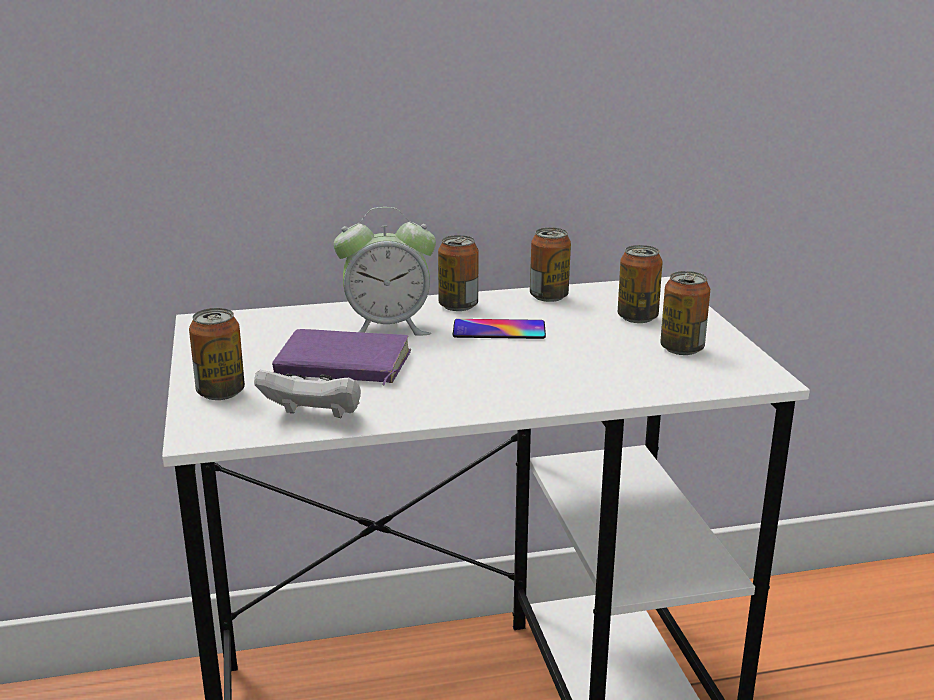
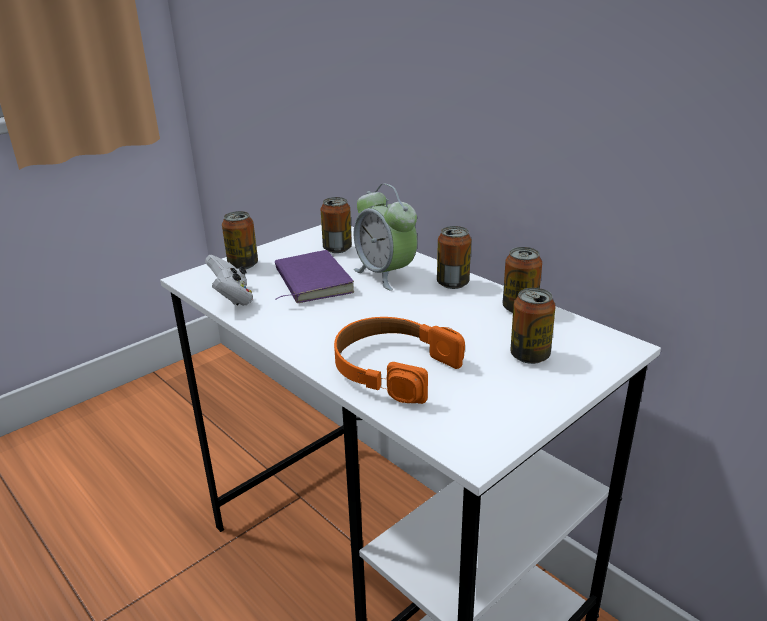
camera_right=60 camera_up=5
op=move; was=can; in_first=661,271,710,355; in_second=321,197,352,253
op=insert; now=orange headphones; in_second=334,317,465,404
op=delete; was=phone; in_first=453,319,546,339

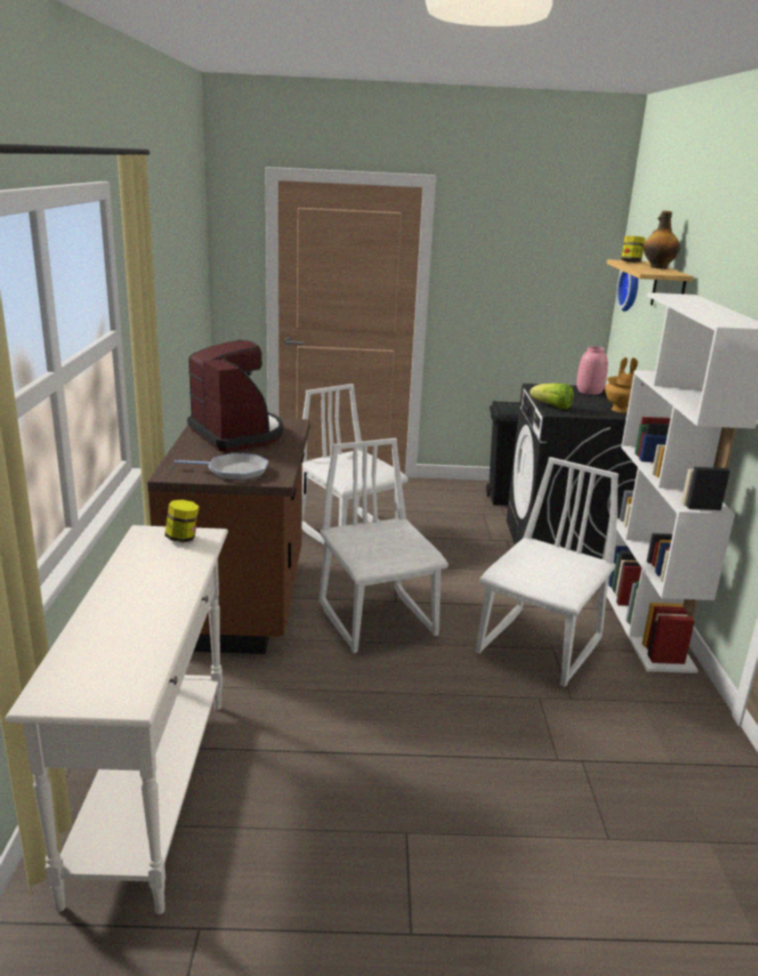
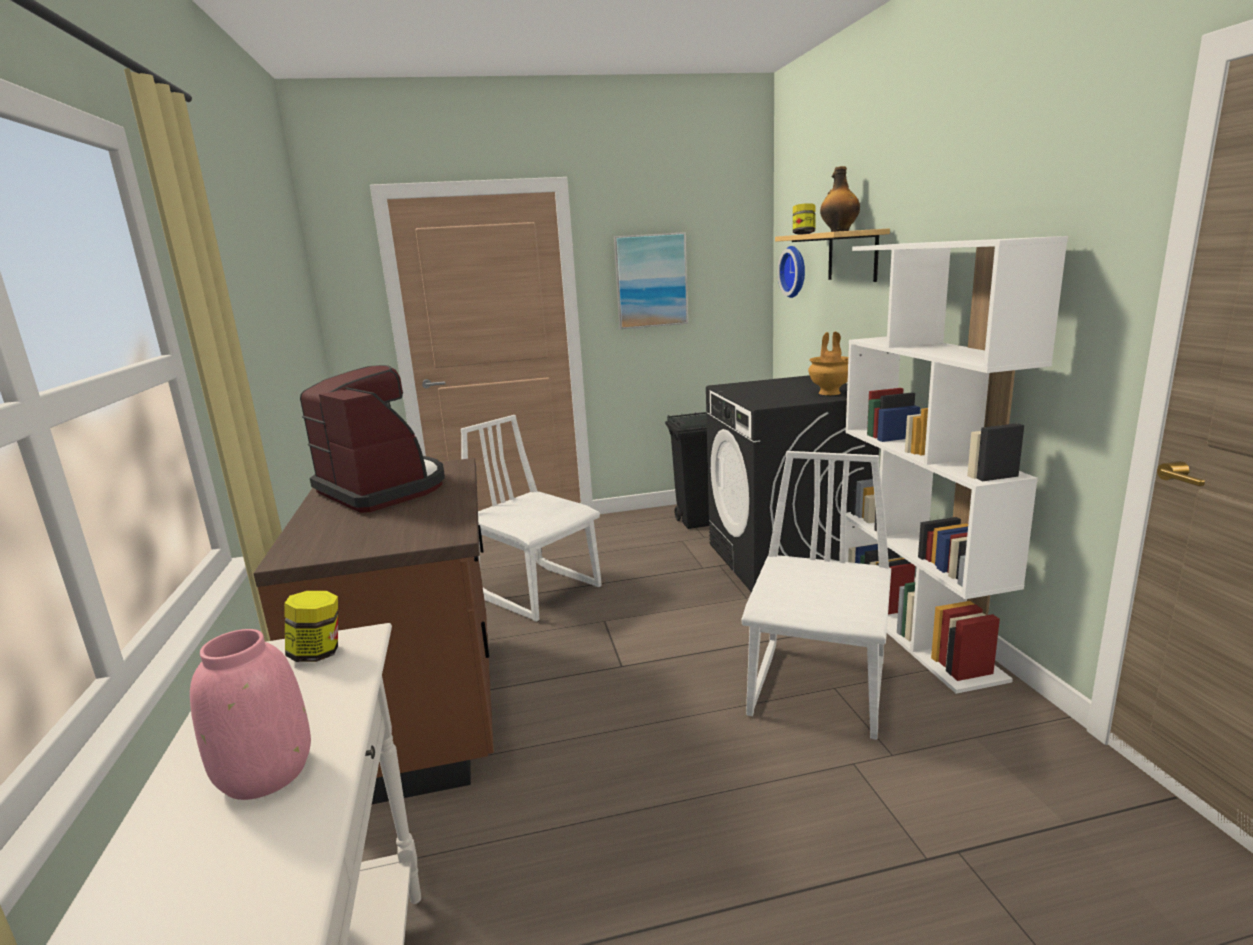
camera_right=-10 camera_up=-5
op=move; was=pink vase; in_first=577,346,608,395; in_second=190,629,311,800
op=insert; now=picture; in_second=614,232,688,329
op=delete; was=frying pan; in_first=174,453,268,481
op=delete; was=white chair; in_first=319,438,448,653
op=delete; was=lettuce; in_first=530,383,574,410

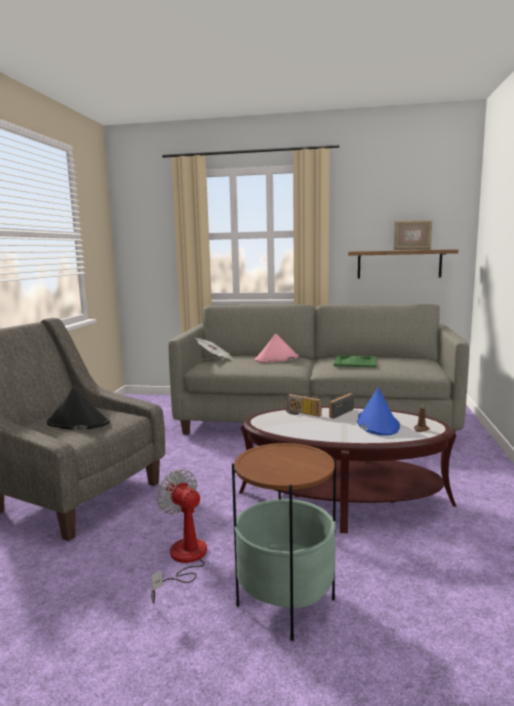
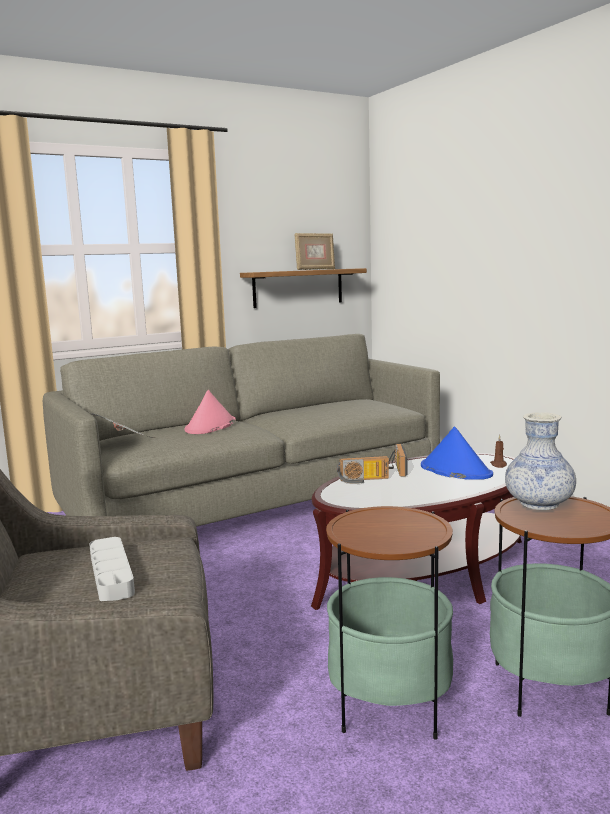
camera_right=-40 camera_up=0
op=replace; was=black hat; now=grey tray; in_first=47,387,110,430; in_second=89,537,135,601
op=replace; was=fan; now=side table; in_first=151,469,207,603; in_second=326,506,453,740
op=insert; now=vase; in_second=505,412,576,510
op=delete; was=green tray; in_first=334,355,376,367

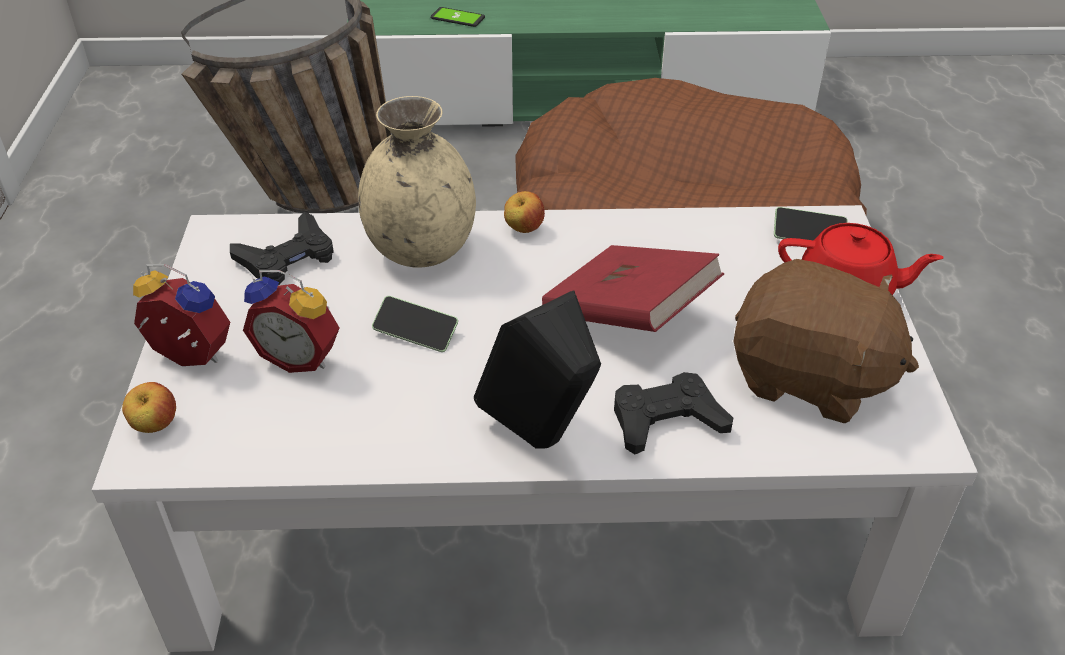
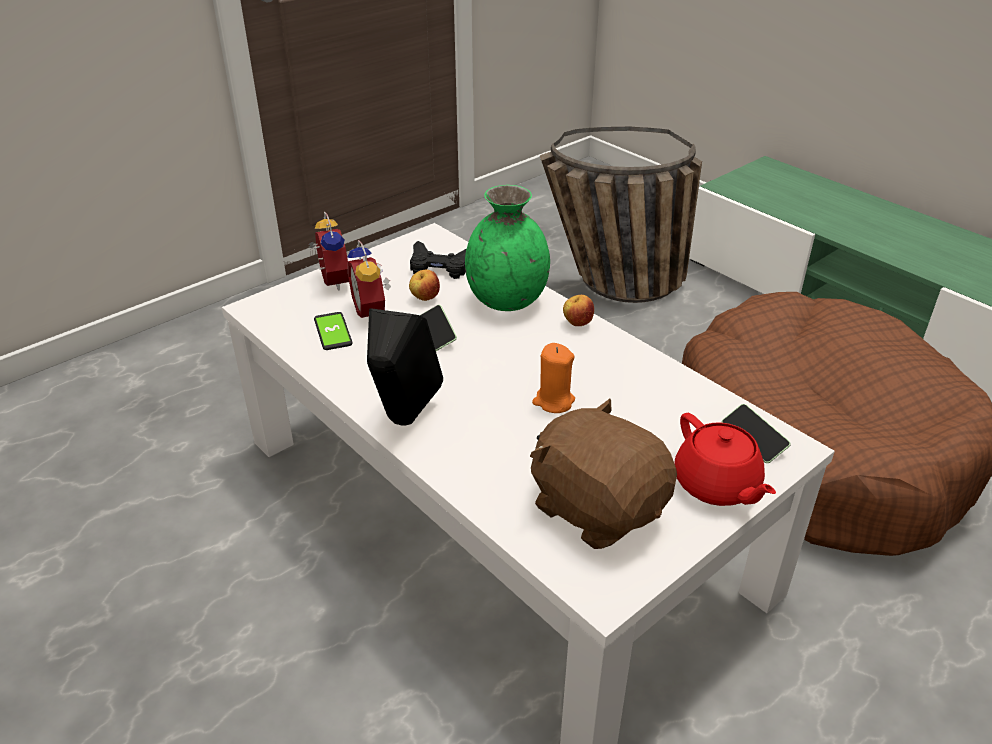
camera_right=50 camera_up=-5
op=move; was=phone; in_first=430,7,485,27; in_second=314,312,353,350
op=move; was=apple; in_first=122,382,176,433; in_second=409,270,440,301
op=recolor; was=beige vase; now=green vase; in_first=358,96,476,268; in_second=465,185,550,311
op=rotate; was=brown plush toy; in_first=733,259,919,423; in_second=530,399,677,549; clockwise=150
op=replace; was=red book; now=orange candle; in_first=542,245,724,332; in_second=532,343,575,413
op=delete; was=black game controller; in_first=614,372,733,454

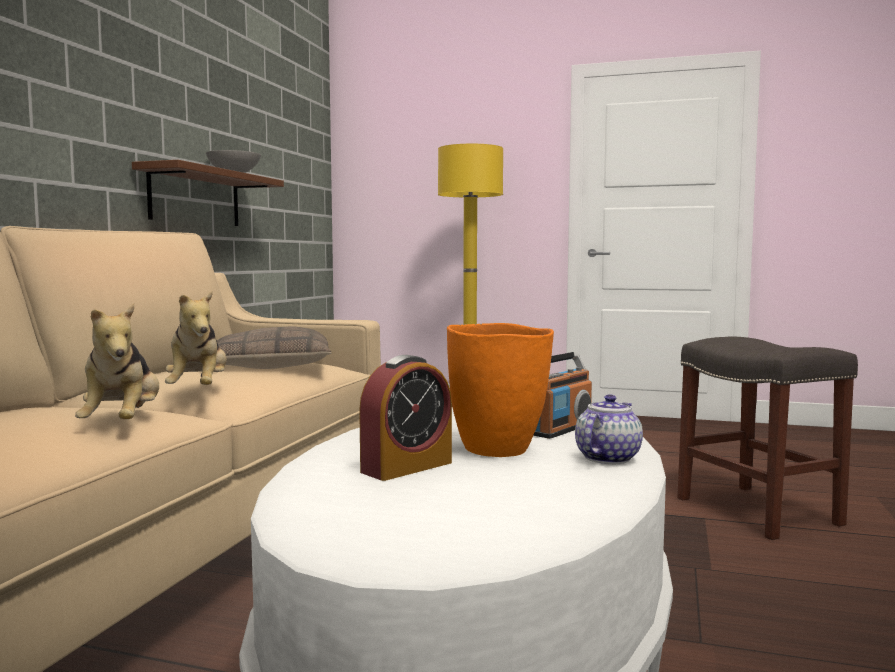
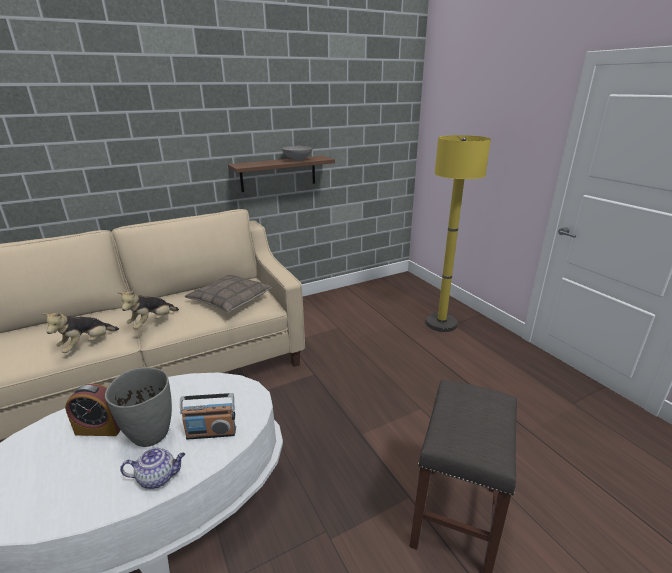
camera_right=45 camera_up=20
op=recolor; was=orange vase; now=grey vase; in_first=447,323,554,457; in_second=105,367,172,447

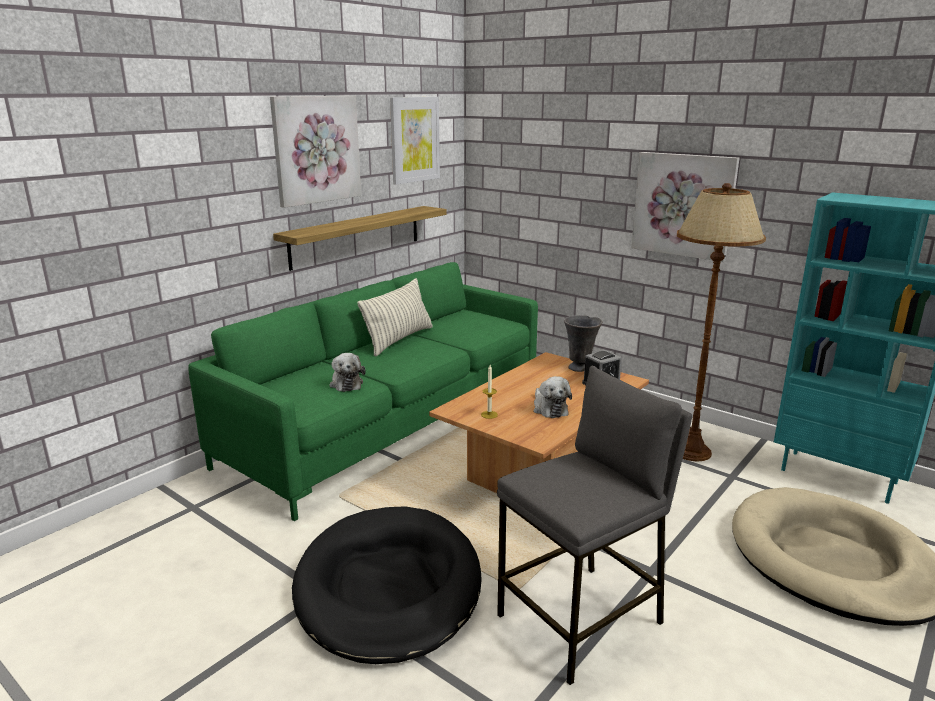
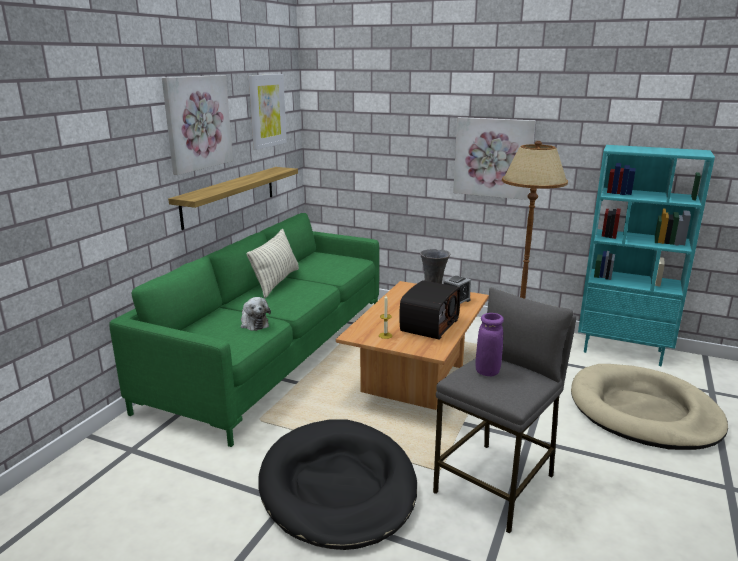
camera_right=-15 camera_up=0
op=replace; was=plush toy; now=radio; in_first=534,376,572,418; in_second=399,280,460,340
op=insert; now=purple vase; in_second=476,313,504,376

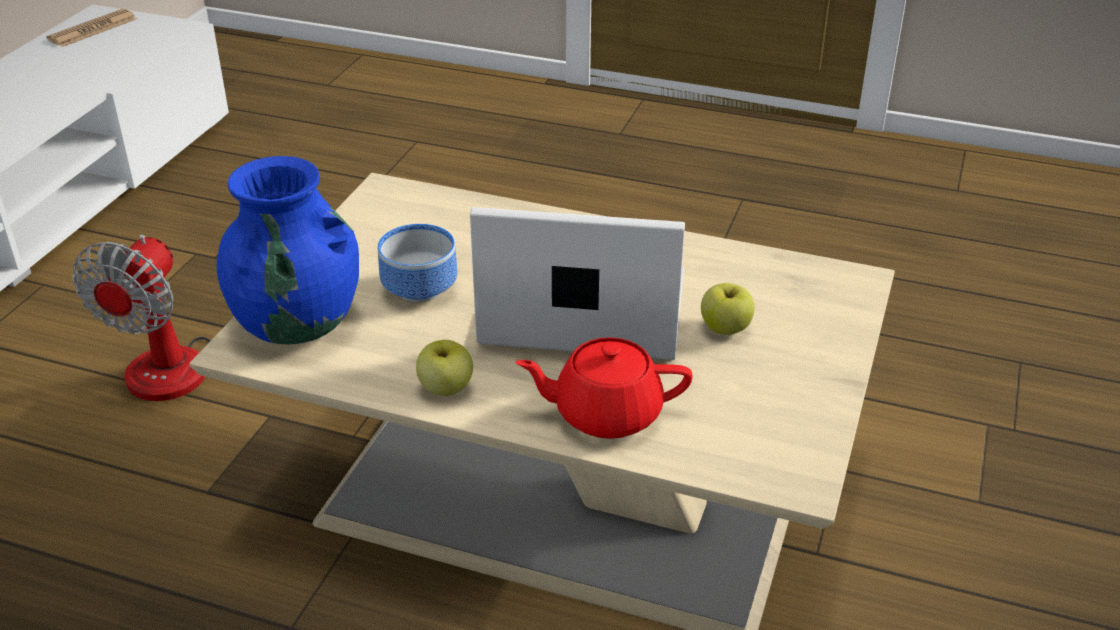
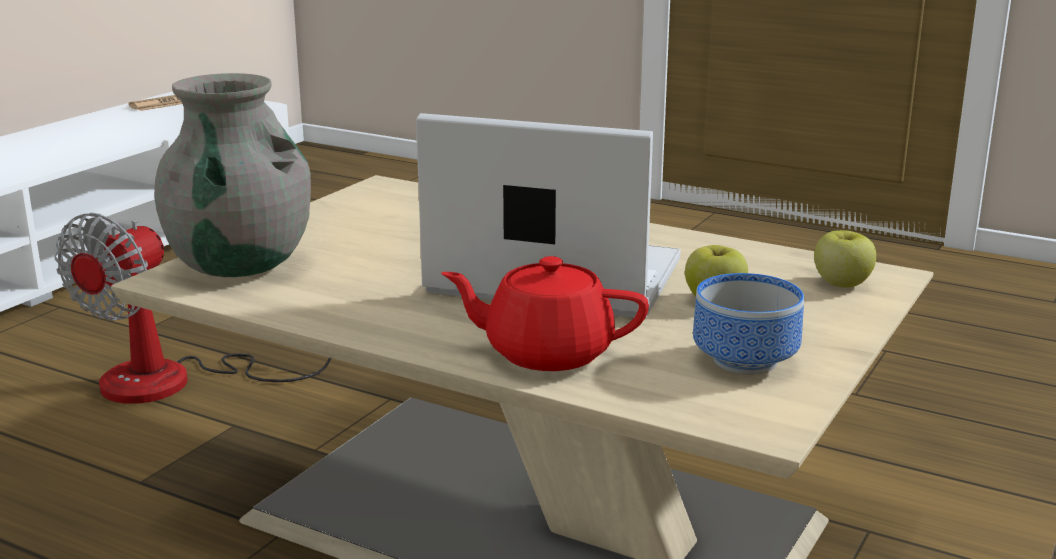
camera_right=10 camera_up=-15
op=recolor; was=blue vase; now=grey vase; in_first=217,156,359,344; in_second=154,73,311,277
op=move; was=bowl; in_first=378,224,458,302; in_second=693,273,804,375
op=move; was=apple; in_first=416,340,473,396; in_second=814,230,876,288

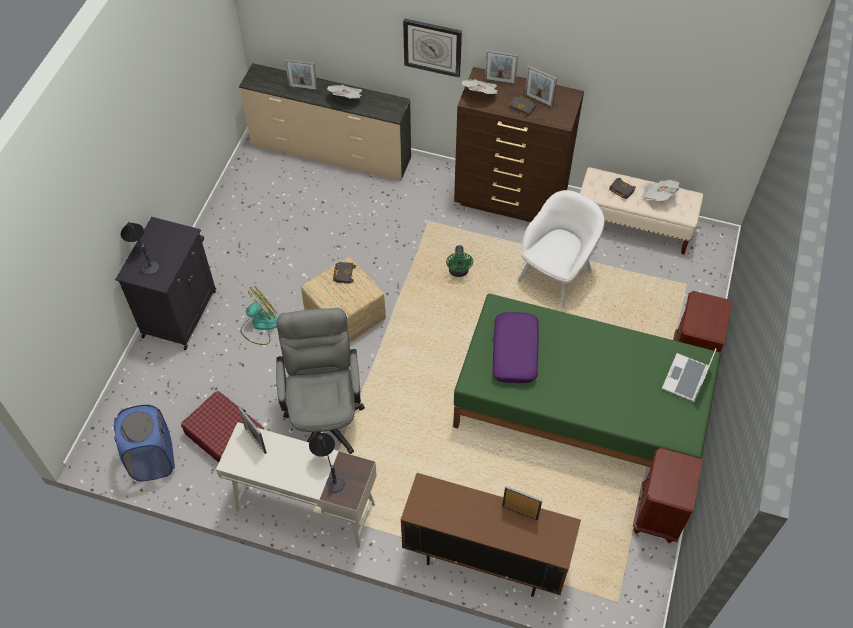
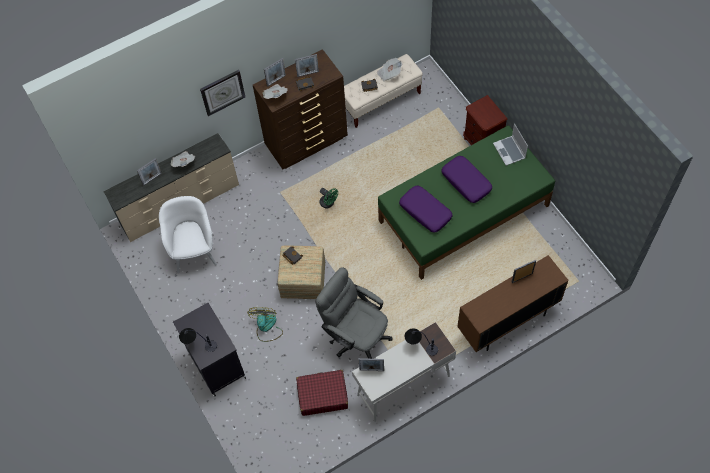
camera_right=-45 camera_up=5
op=move; was=white armchair; in_first=518,190,605,307; in_second=159,196,217,274
op=insert; now=purple pillow; in_second=441,156,492,203
op=delete; was=blue laundry basket; in_first=114,405,175,482
op=delete; was=brown nightstand; in_first=633,448,703,543

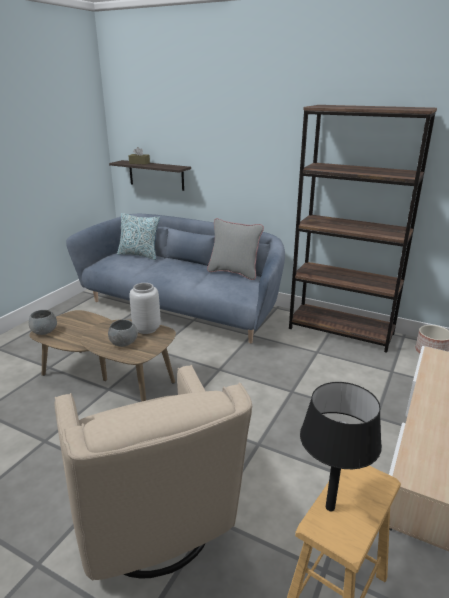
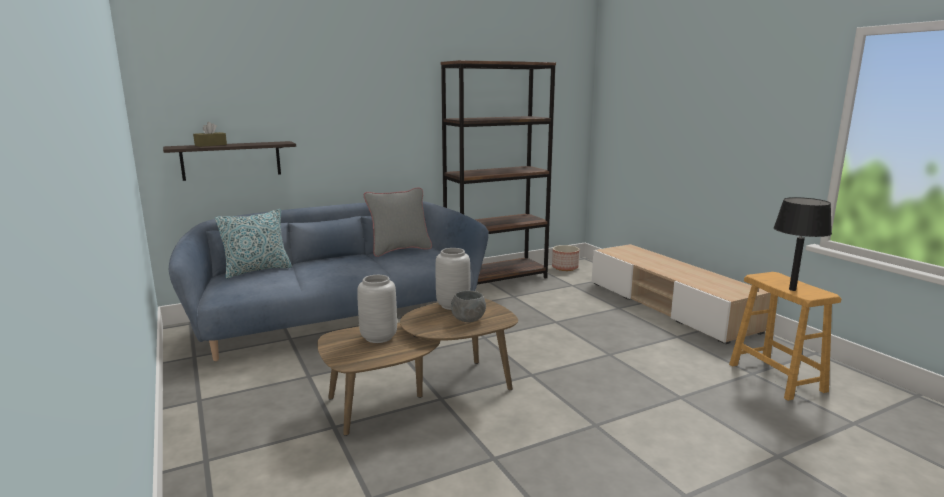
camera_right=-55 camera_up=-10
op=insert; now=grey vase; in_second=357,275,397,343
op=delete; was=grey bowl; in_first=29,310,57,335
op=delete; was=beige armchair; in_first=54,365,252,581

